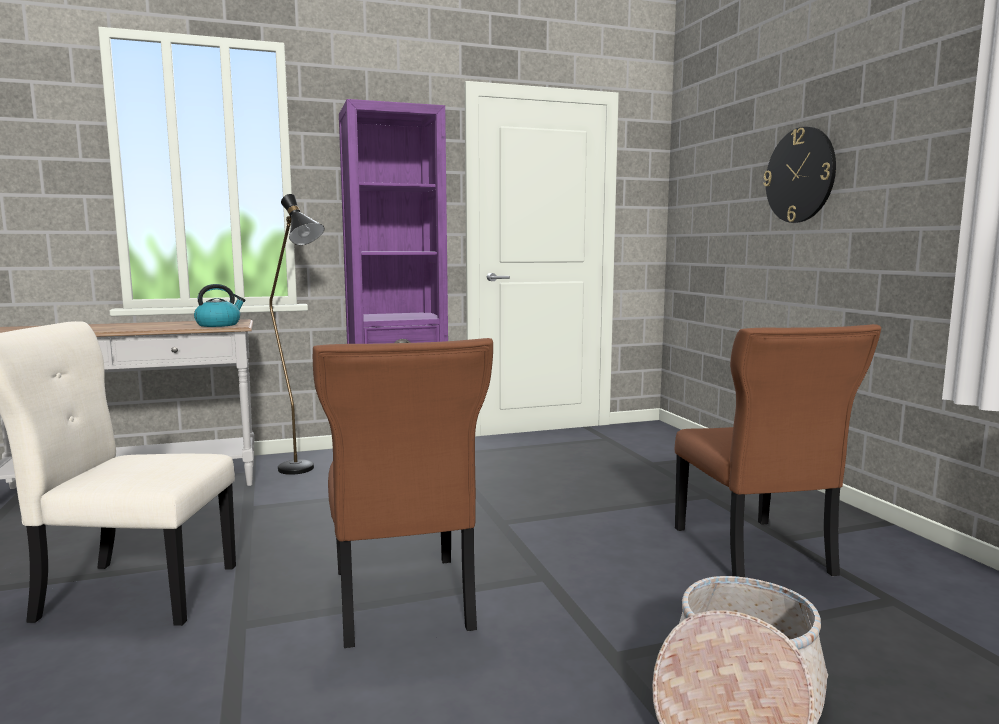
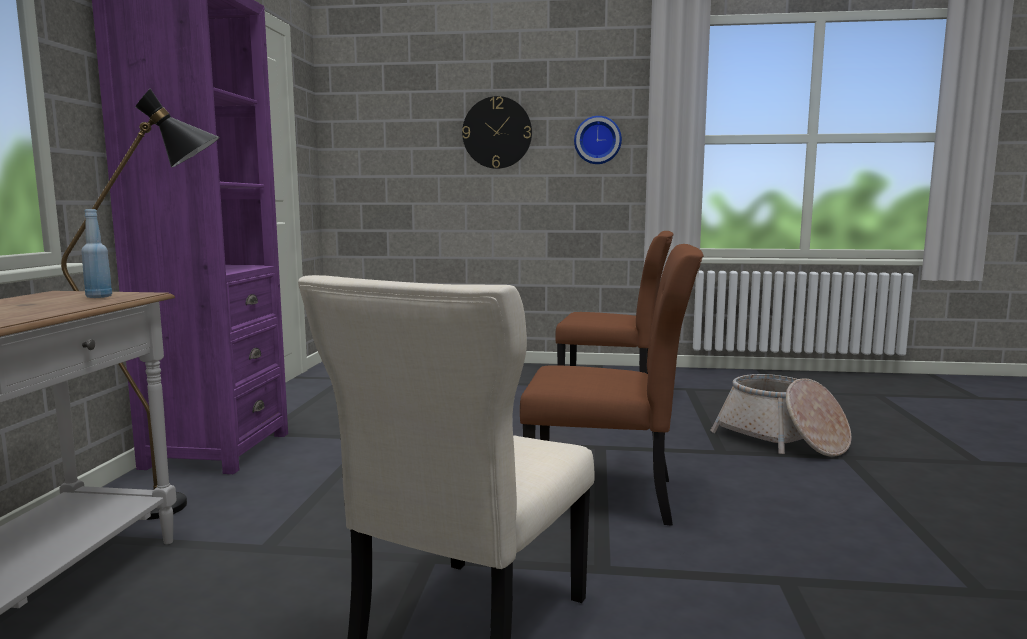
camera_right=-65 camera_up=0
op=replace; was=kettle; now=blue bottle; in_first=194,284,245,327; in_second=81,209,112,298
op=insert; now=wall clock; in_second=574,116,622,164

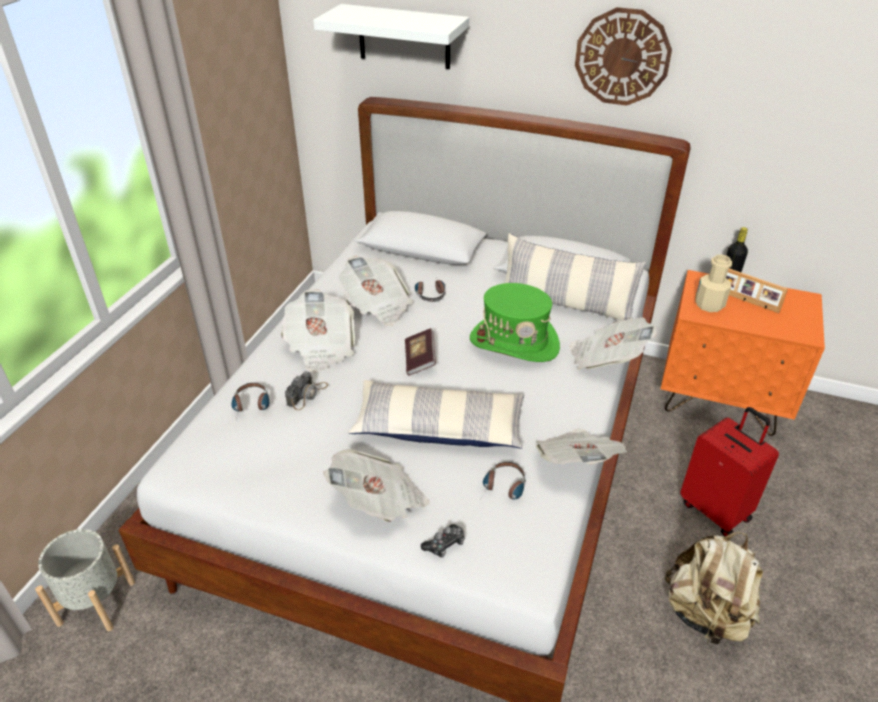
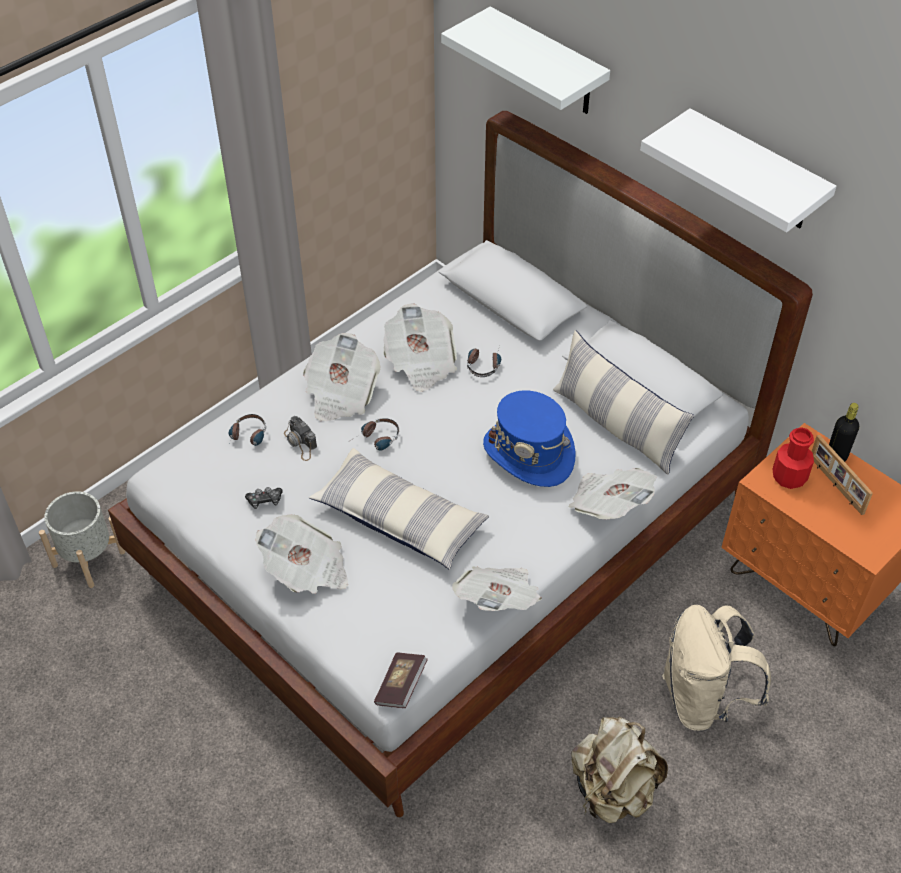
camera_right=25 camera_up=10
op=move; was=game controller; in_first=421,524,465,558; in_second=245,487,282,509
op=rotate; was=photo camera; in_first=285,371,328,410; in_second=284,416,317,461; clockwise=90
op=move; was=headphones; in_first=483,462,526,500; in_second=358,418,399,451
op=move; was=book; in_first=405,328,436,375; in_second=374,653,428,708
op=recolor; was=green hat; now=blue hat; in_first=470,283,560,362; in_second=483,390,576,487
op=replace; was=wall clock; now=white shelf; in_first=575,7,672,106; in_second=640,108,836,233
op=replace; was=red suitcase; now=beige backpack; in_first=680,407,779,537; in_second=662,605,771,731
op=recolor; was=beige bottle; now=red bottle; in_first=695,255,732,312; in_second=772,427,814,489

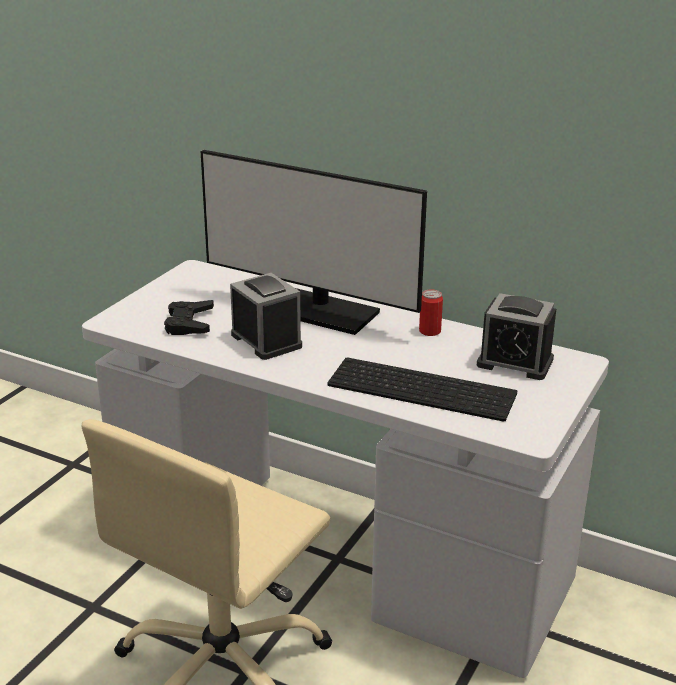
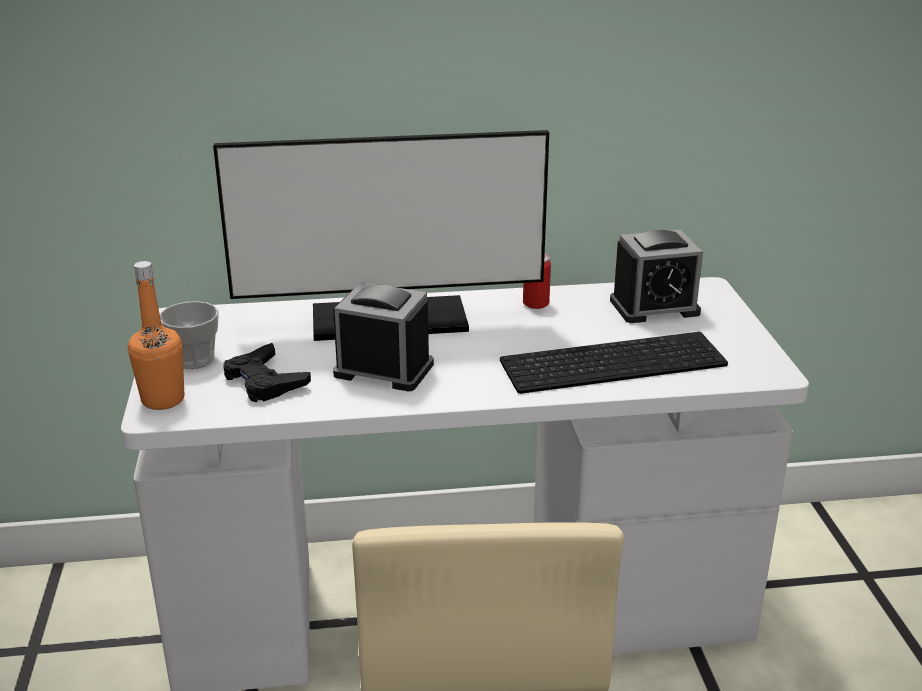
camera_right=-35 camera_up=0
op=insert; now=orange bottle; in_second=128,261,184,410
op=insert; now=cup; in_second=160,301,219,369

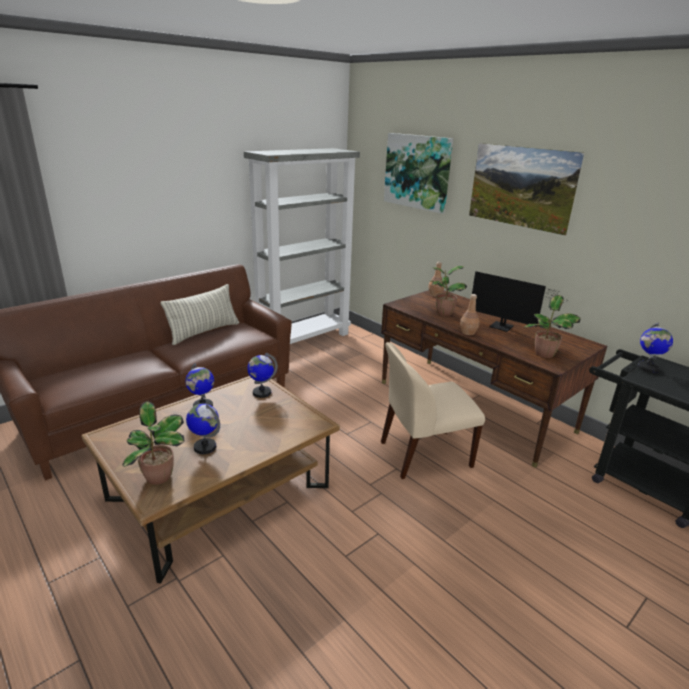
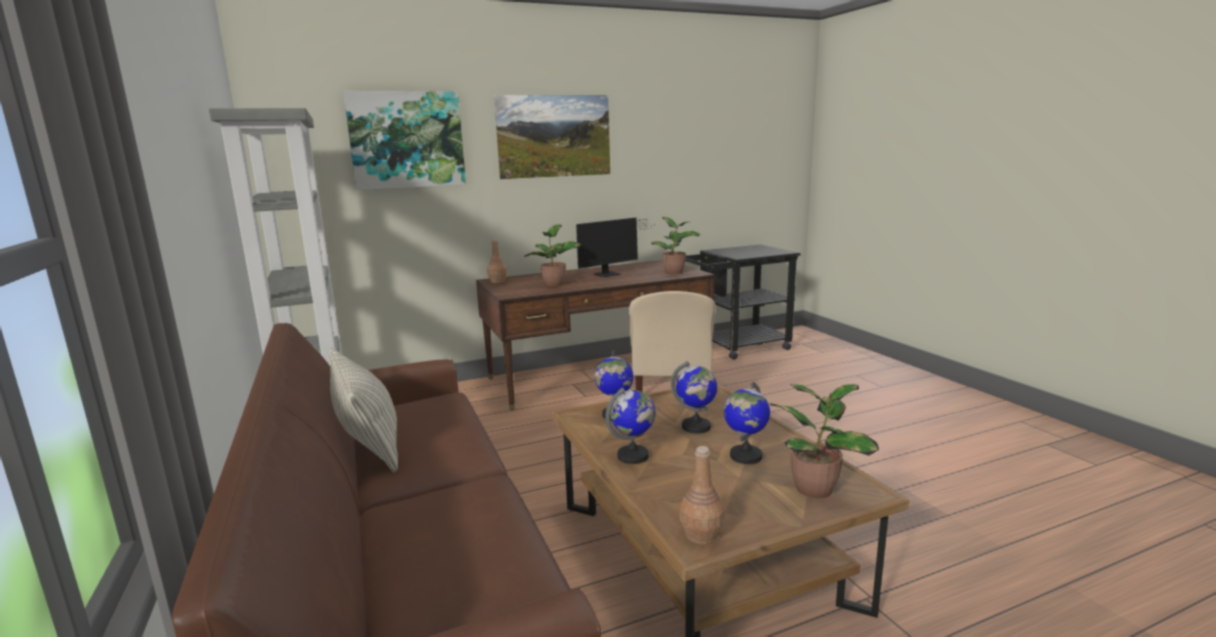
camera_right=-70 camera_up=-10
op=move; was=globe; in_first=637,322,673,373; in_second=671,361,717,434
op=move; was=brown bottle; in_first=460,294,480,335; in_second=679,446,725,544

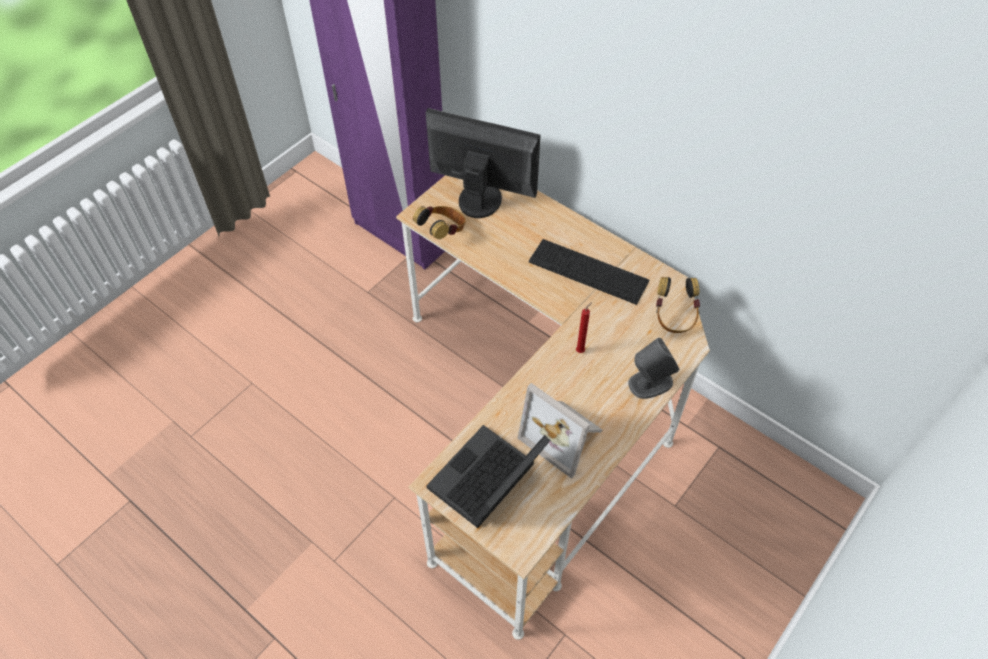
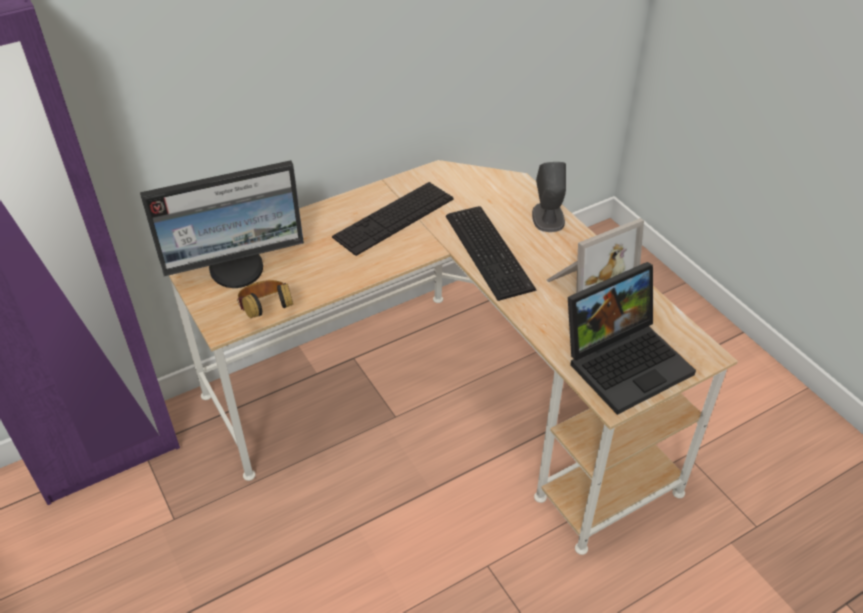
camera_right=-70 camera_up=-10
op=rotate; was=monitor; in_first=426,108,540,218; in_second=140,160,304,288; clockwise=-150
op=replace; was=red candle; now=keyboard; in_first=576,302,592,353; in_second=446,206,536,301
op=rotate; was=laptop; in_first=426,425,550,528; in_second=568,262,696,415; clockwise=-90
op=delete; was=headphones; in_first=656,277,700,333

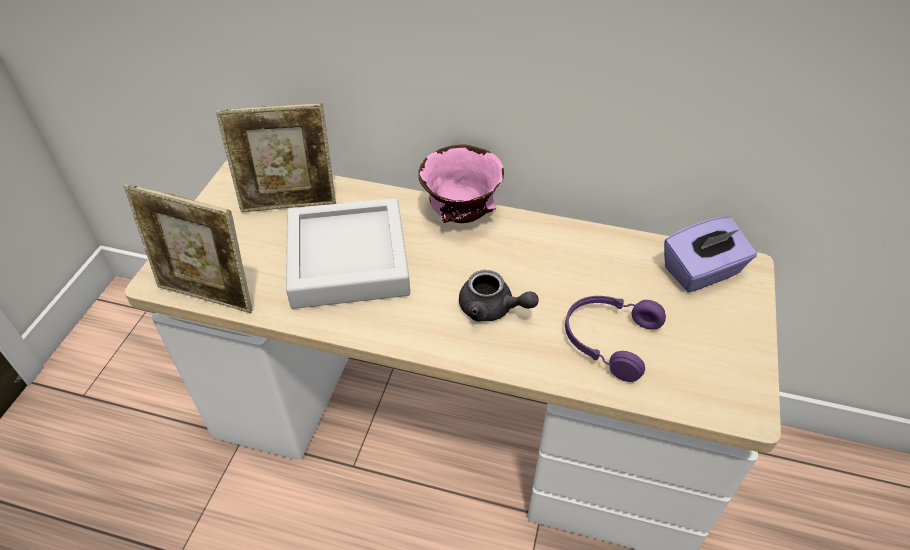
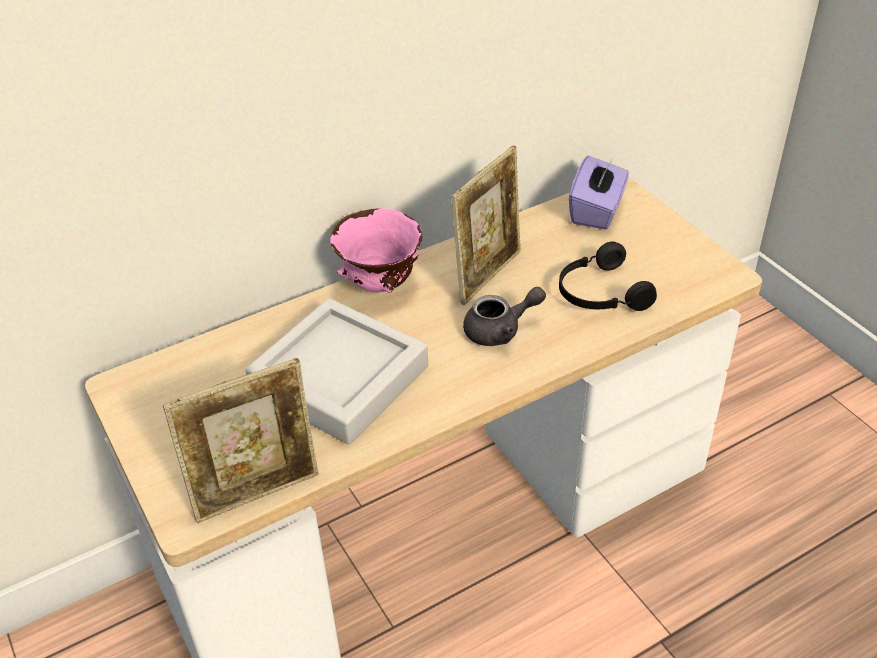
camera_right=-45 camera_up=-5
op=move; was=picture frame; in_first=216,103,336,212; in_second=451,146,521,305
op=recolor; was=purple headphones; now=black headphones; in_first=565,296,666,382; in_second=559,242,657,311

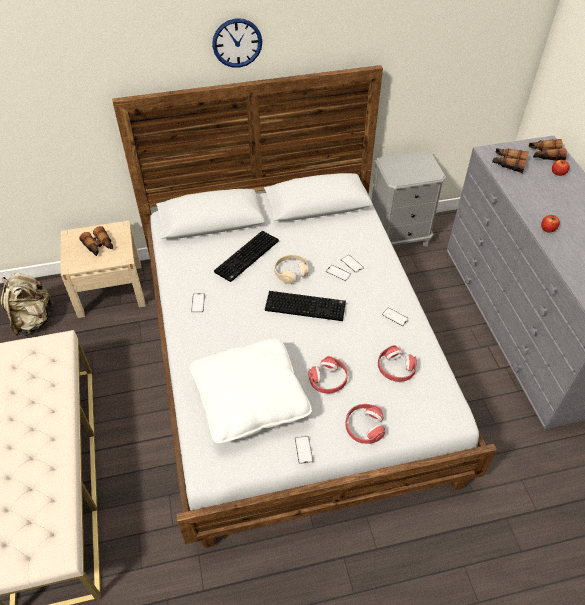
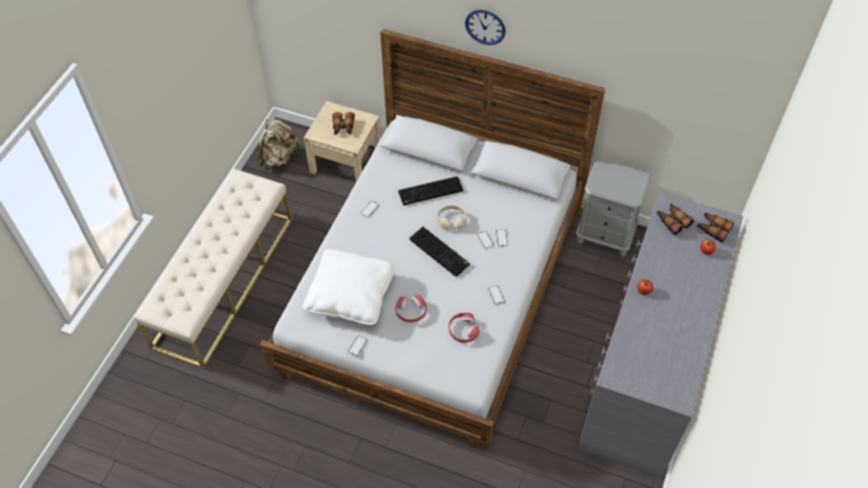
camera_right=35 camera_up=5
op=delete; was=red headphones; in_first=345,404,385,444

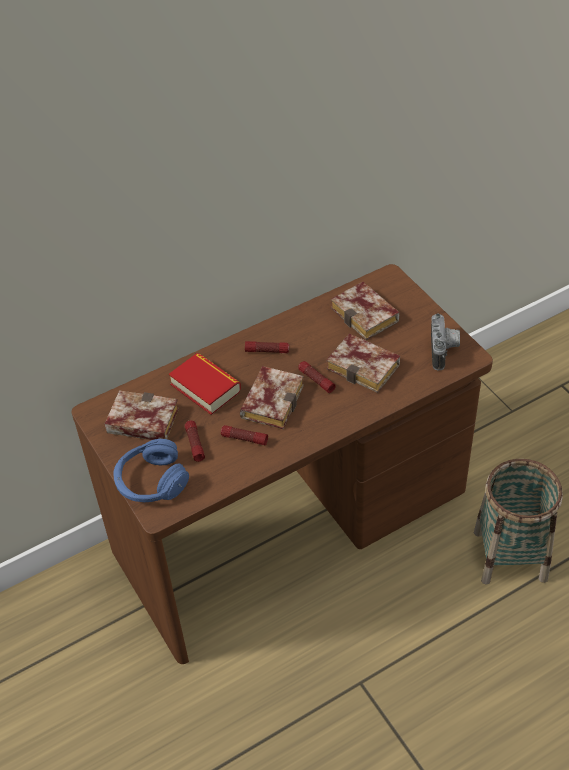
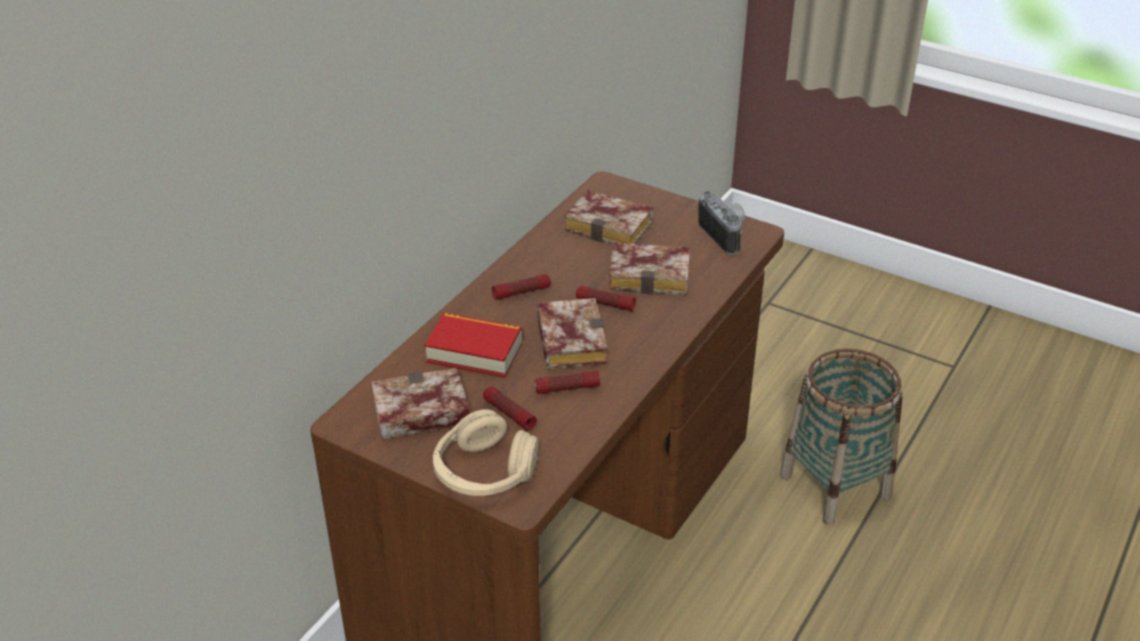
camera_right=-30 camera_up=-10
op=recolor; was=blue headphones; now=beige headphones; in_first=113,439,189,502; in_second=433,409,539,496

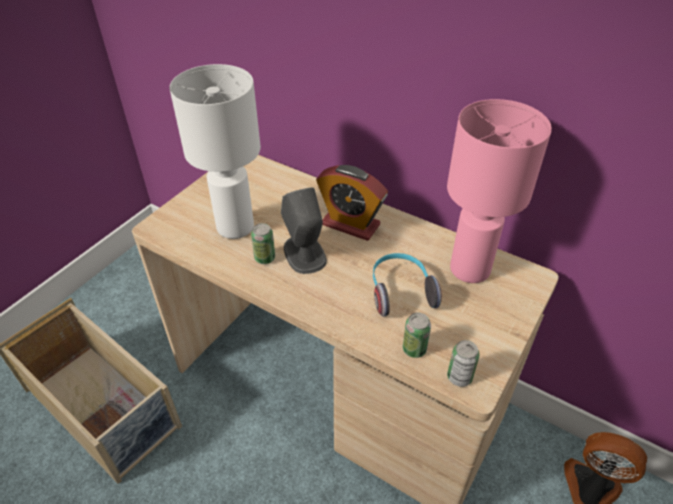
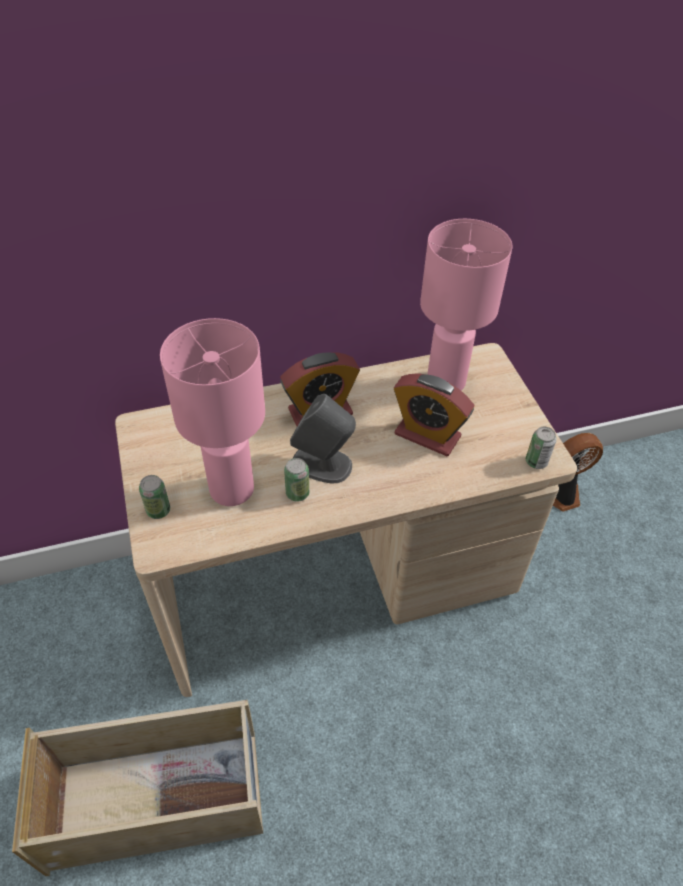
camera_right=-50 camera_up=5
op=move; was=can; in_first=403,312,431,358; in_second=139,475,170,519
op=recolor; was=white table lamp; now=pink table lamp; in_first=169,64,261,239; in_second=160,318,265,506
op=replace; was=headphones; now=alarm clock; in_first=373,253,442,317; in_second=394,373,474,456

